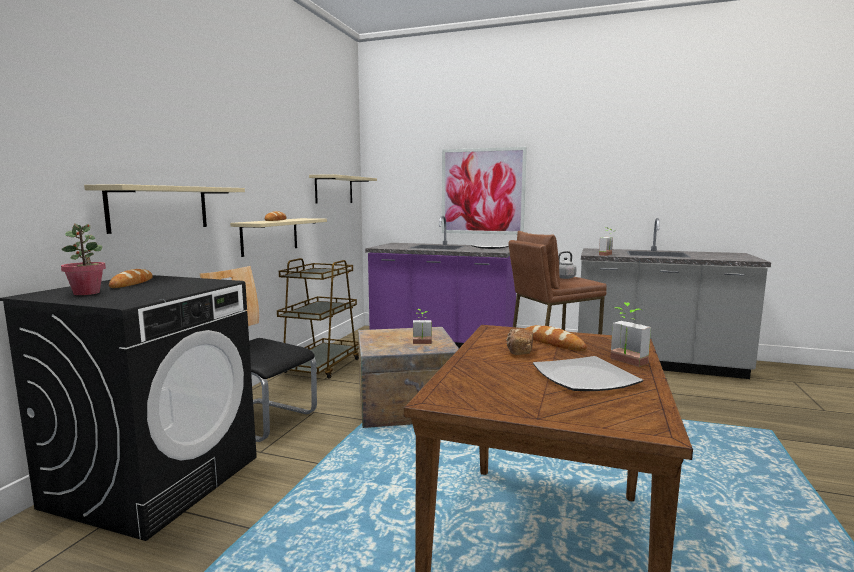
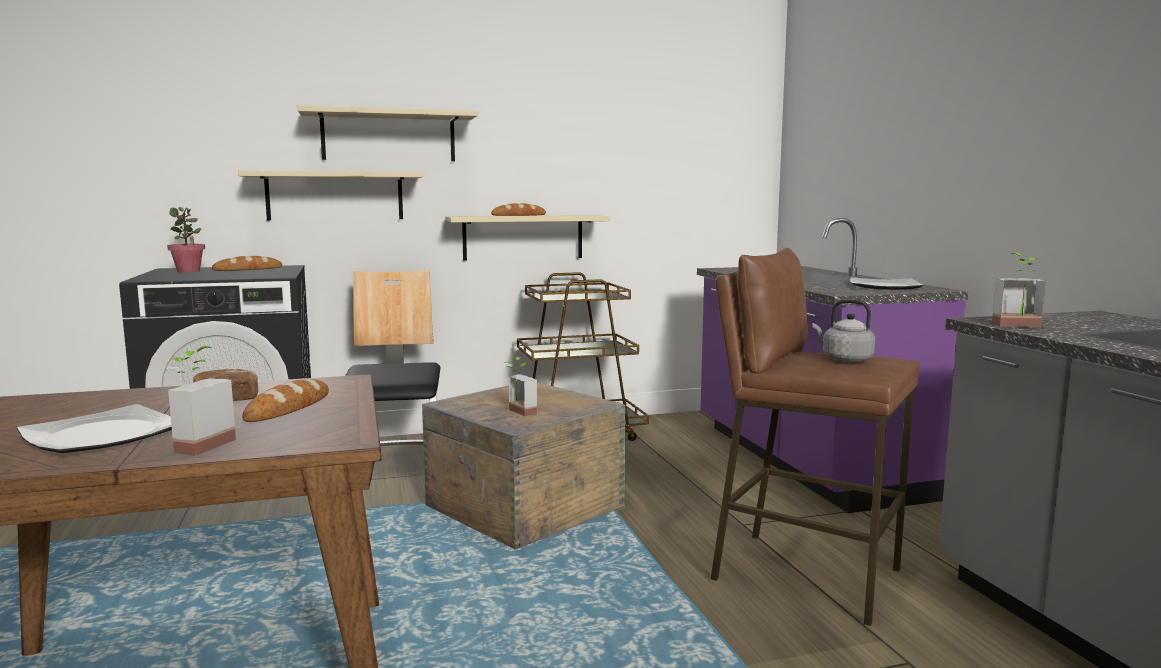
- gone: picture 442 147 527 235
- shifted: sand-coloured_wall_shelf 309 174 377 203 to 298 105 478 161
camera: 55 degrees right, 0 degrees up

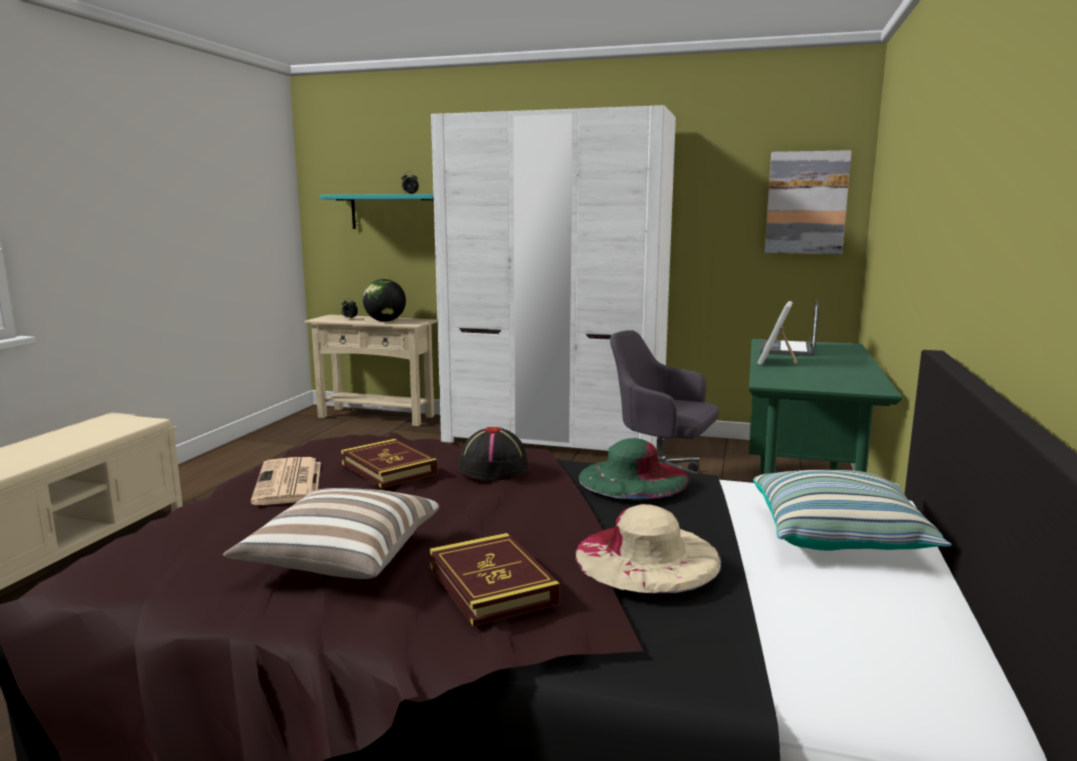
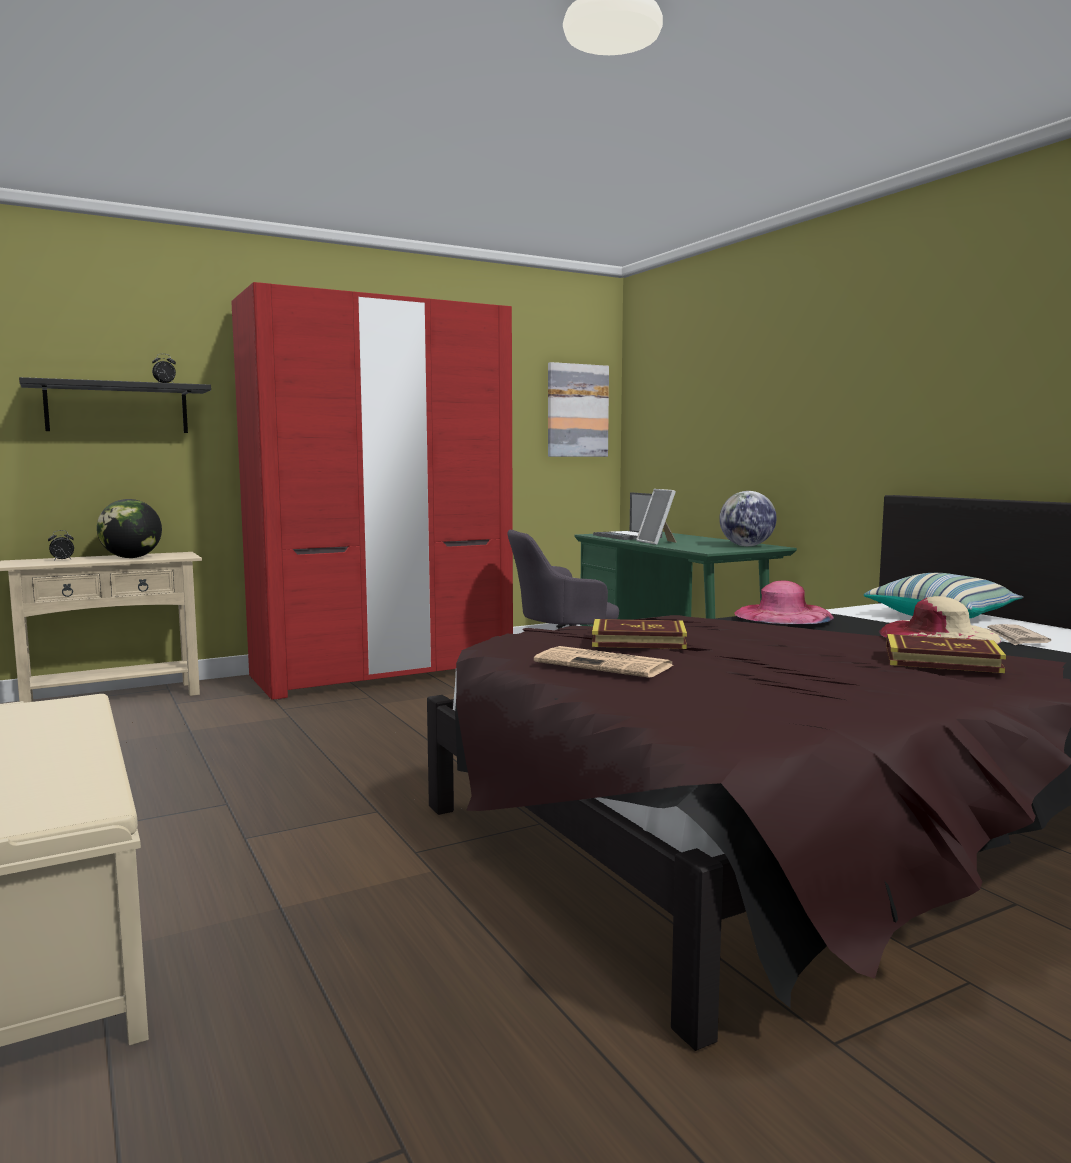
- repainted: white_armoire 431 105 676 451 to red-coloured_armoire 231 282 513 700
- repainted: blue-green_wall_shelf 320 194 435 229 to black-coloured_wall_shelf 19 377 211 433
- gone: black-coloured_hat 458 427 530 481
- repainted: green-coloured_hat 579 438 689 500 to pink_hat 734 581 834 624
- gone: cushion 223 488 439 579
- new: globe 719 491 777 546
- new: newspaper 985 624 1051 646
camera: 45 degrees left, 5 degrees down

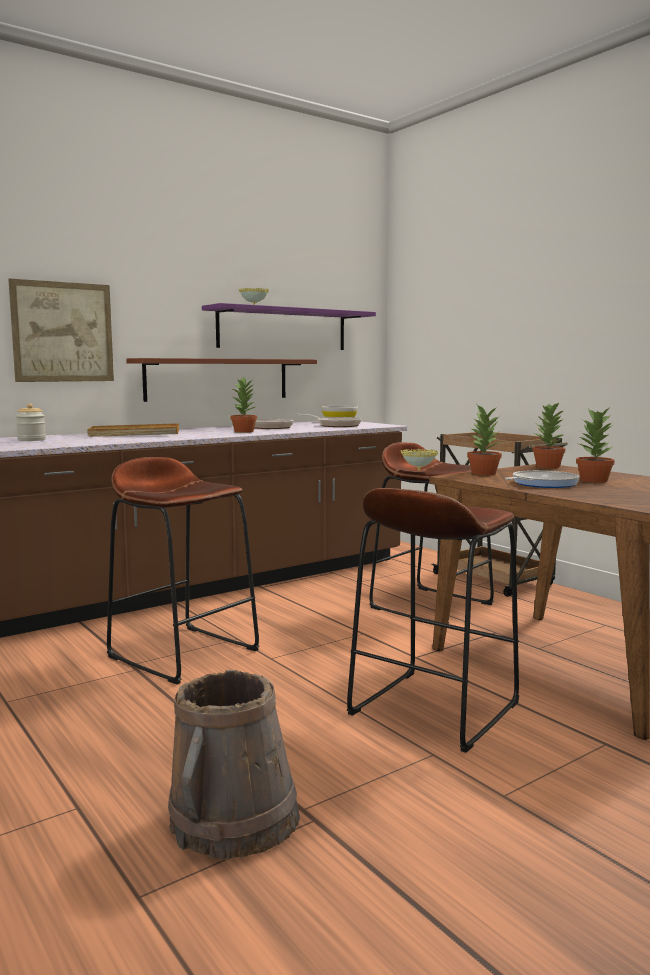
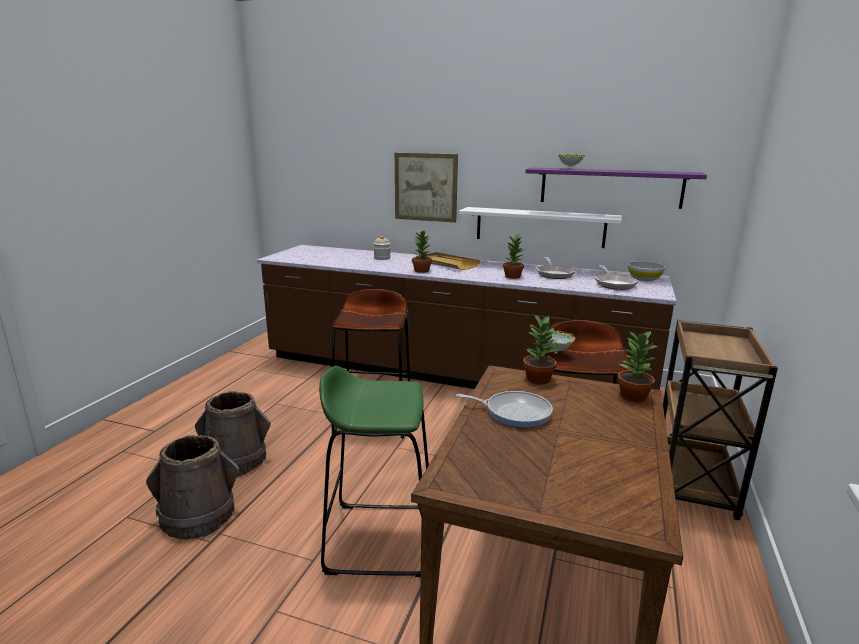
- repainted: brown_wall_shelf 126 358 317 402 to white_wall_shelf 459 207 622 248
- shifted: potted_plant 576 406 615 483 to 411 230 432 273
- repainted: brown_stool_seat 347 488 519 753 to green-coloured_stool_seat 319 366 429 577
- new: brown_water_bucket 195 391 271 477
camera: 55 degrees right, 10 degrees up

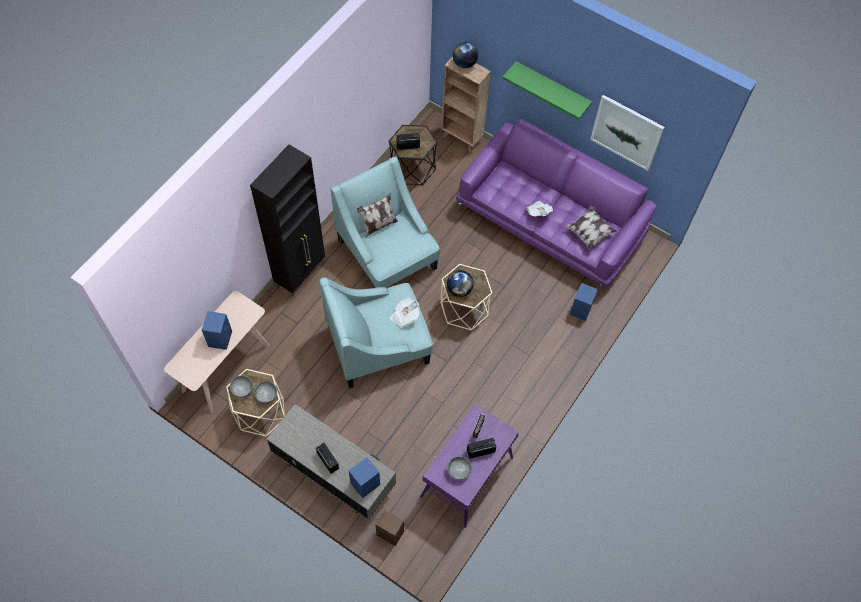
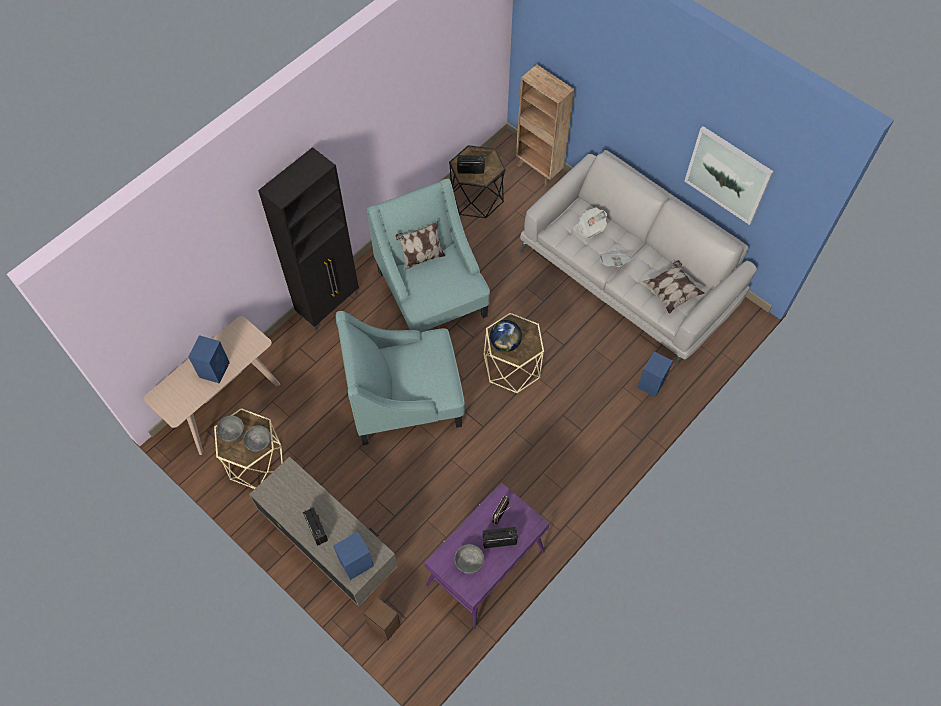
- gone: globe 453 42 478 68
- gone: green-coloured_wall_shelf 503 61 592 120
- repainted: purple_couch 456 119 657 294 to grey_couch 520 150 757 367
- shifted: newspaper 390 298 420 328 to 573 207 607 240
camera: 10 degrees right, 0 degrees up

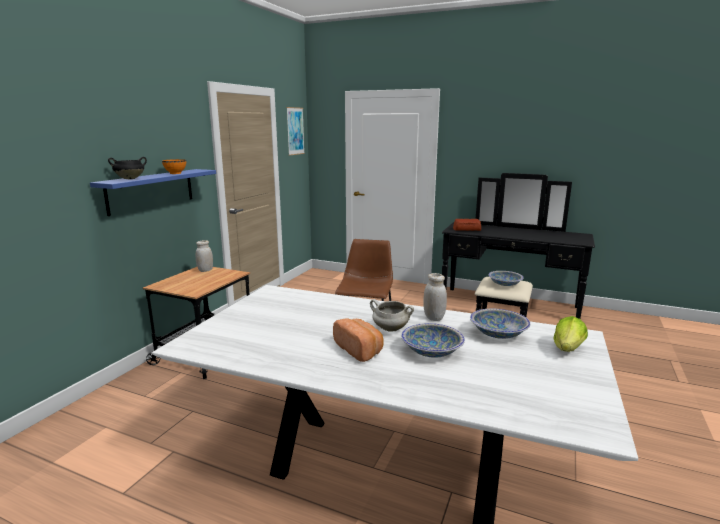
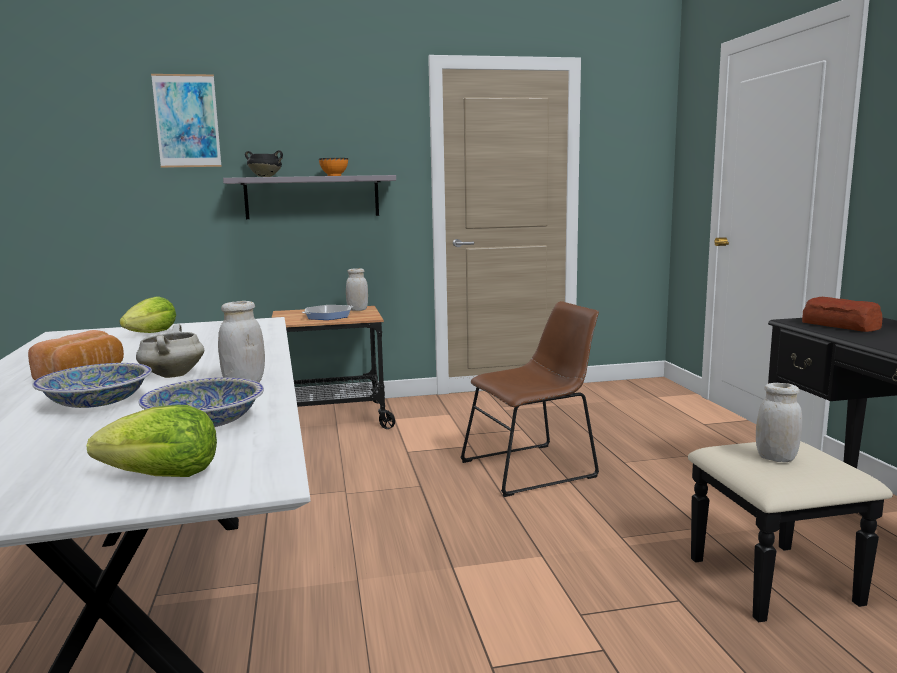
- shifted: picture 286 107 305 156 to 151 74 222 168
- repainted: blue_wall_shelf 90 169 216 216 to grey_wall_shelf 223 175 396 219
- swapped: serving_bowl 488 271 524 286 to white_storage_jar 756 383 802 462
- new: head_of_lettuce 119 296 176 333
- new: pan 302 305 353 320
camera: 55 degrees right, 5 degrees down

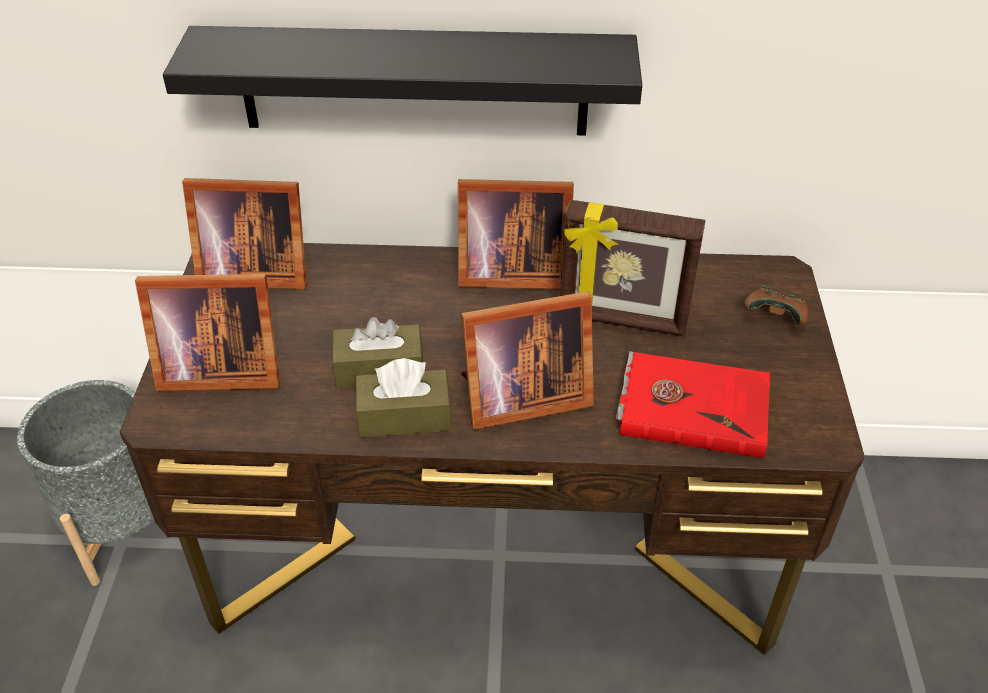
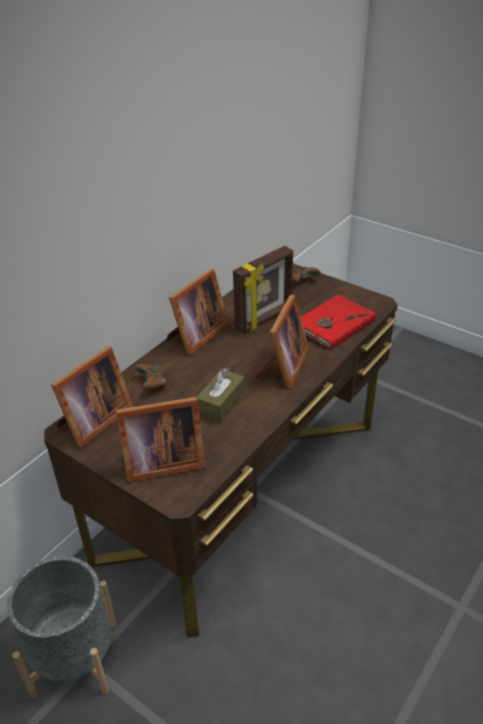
- gone: black-coloured_wall_shelf 163 26 642 136
- rotated: standing_frame 135 274 280 391 = 116 397 205 482 45 degrees clockwise
- gone: brown_tissue_holder 356 358 451 437
- new: brown_joypad 134 364 167 390
camera: 55 degrees left, 5 degrees down

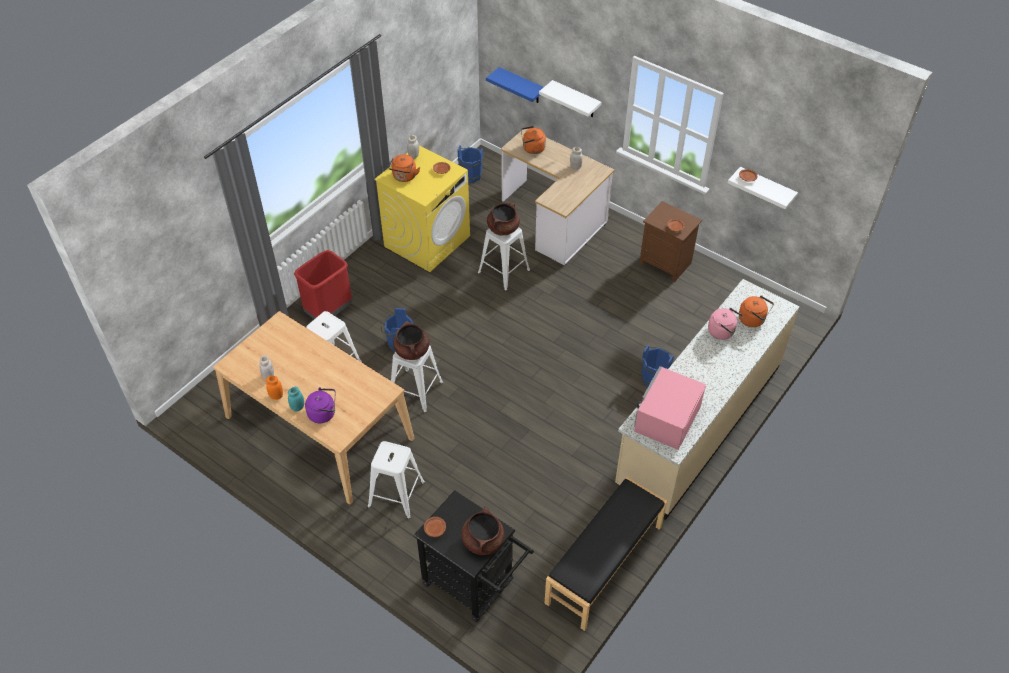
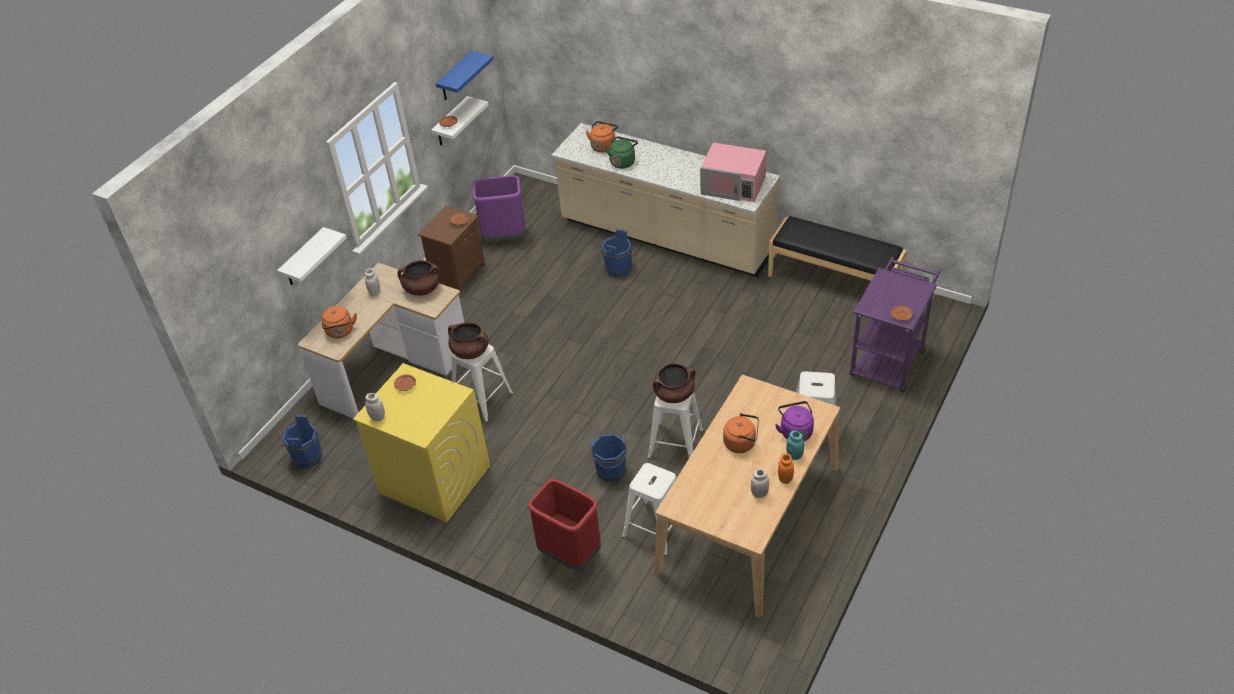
- shifted: blue_wall_shelf 486 67 544 103 to 436 51 494 100
- shifted: orangey_water_kettle 388 154 420 182 to 723 413 759 453
- repainted: pink_water_kettle 708 308 743 340 to green-coloured_water_kettle 605 136 638 169
- repainted: black-coloured_trolley 413 490 534 622 to purple_trolley 849 257 940 393
- shifted: brown_cooking_pot 462 506 505 555 to 398 260 440 296
- new: purple_trash_can 472 175 526 241
camera: 95 degrees left, 5 degrees down

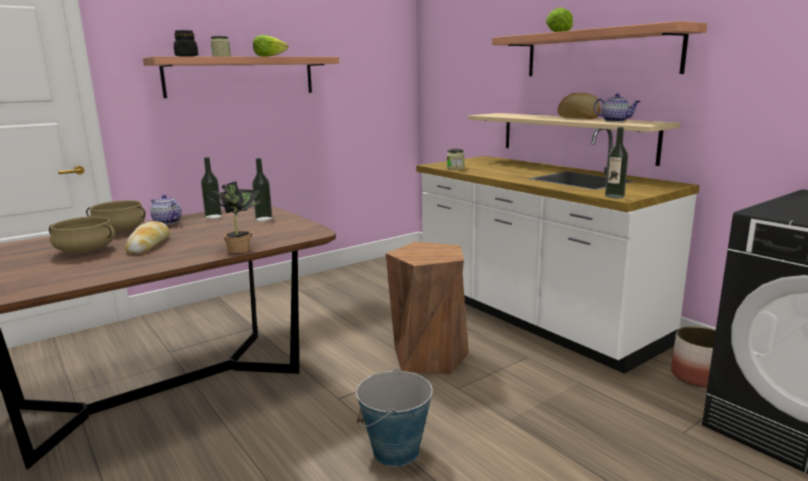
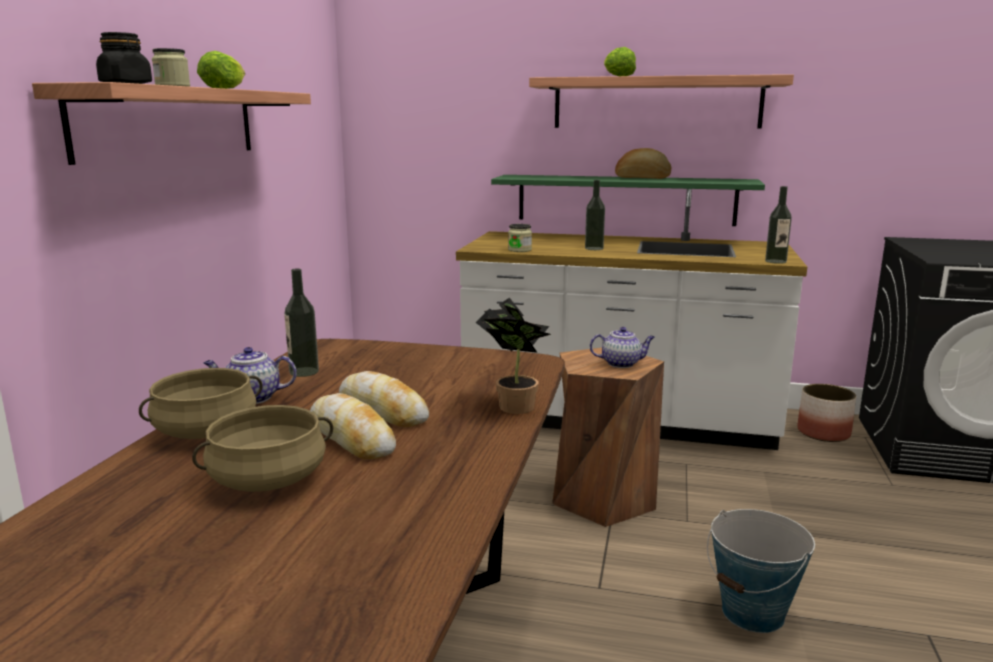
- shifted: pot_for_tea 594 93 641 122 to 590 327 655 368
- repainted: sand-coloured_wall_shelf 468 113 680 166 to green-coloured_wall_shelf 491 175 765 226
- shifted: drink_bottle 252 158 272 221 to 585 180 605 250
- new: baked_bread 339 371 429 427
camera: 40 degrees left, 0 degrees up

